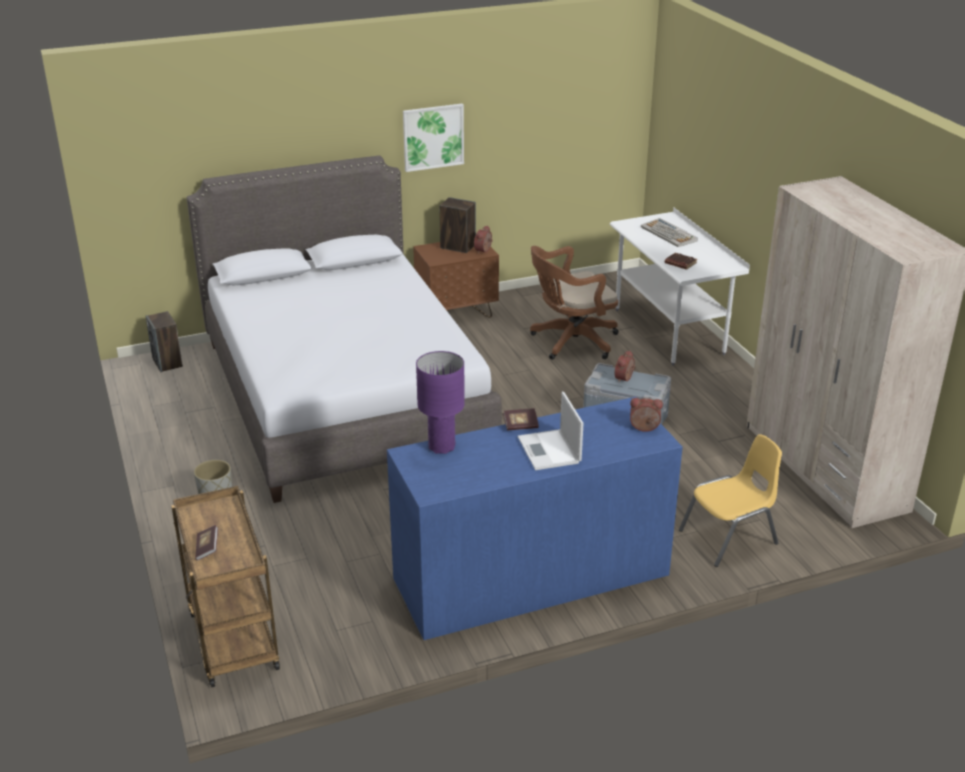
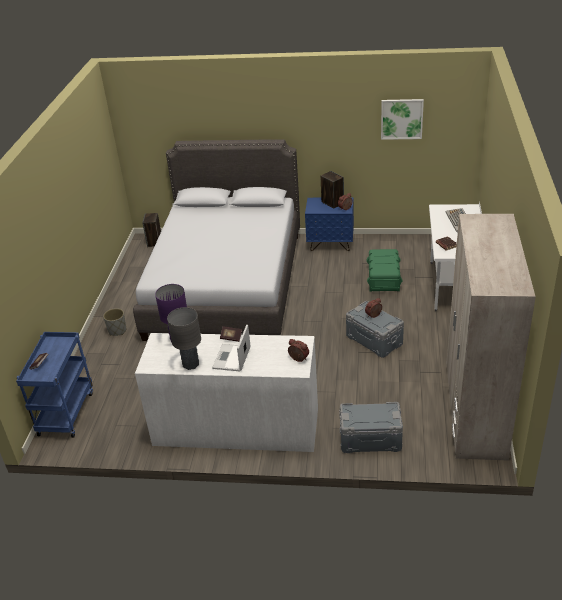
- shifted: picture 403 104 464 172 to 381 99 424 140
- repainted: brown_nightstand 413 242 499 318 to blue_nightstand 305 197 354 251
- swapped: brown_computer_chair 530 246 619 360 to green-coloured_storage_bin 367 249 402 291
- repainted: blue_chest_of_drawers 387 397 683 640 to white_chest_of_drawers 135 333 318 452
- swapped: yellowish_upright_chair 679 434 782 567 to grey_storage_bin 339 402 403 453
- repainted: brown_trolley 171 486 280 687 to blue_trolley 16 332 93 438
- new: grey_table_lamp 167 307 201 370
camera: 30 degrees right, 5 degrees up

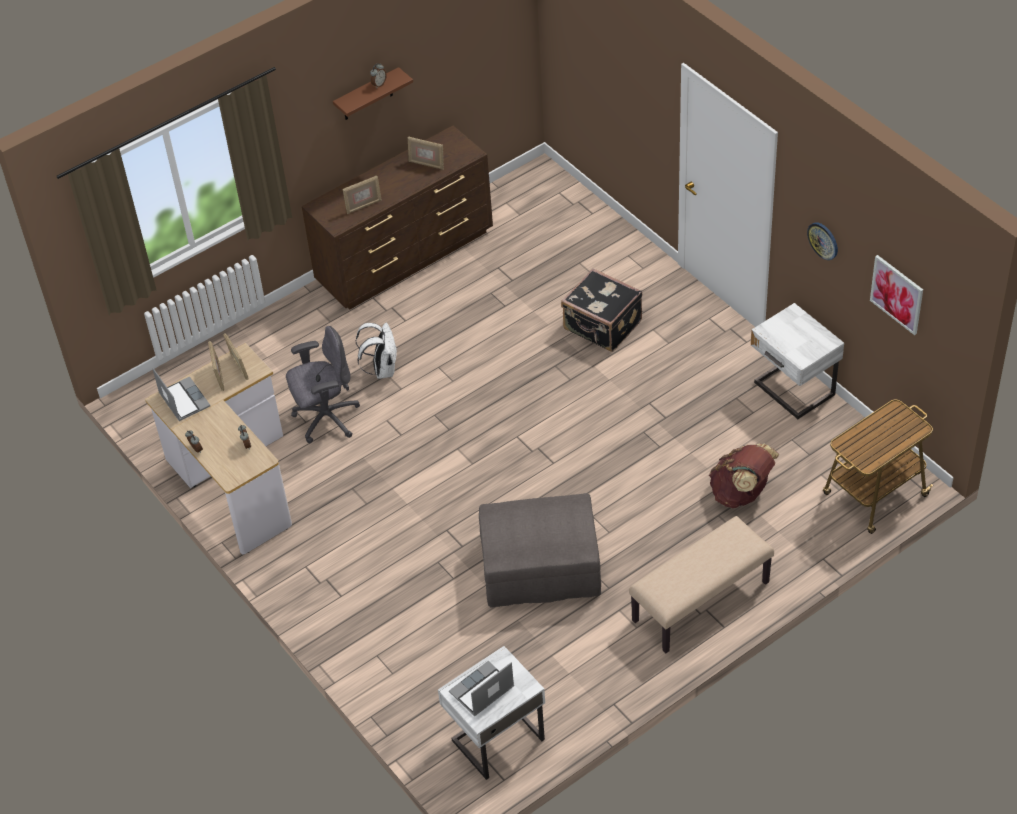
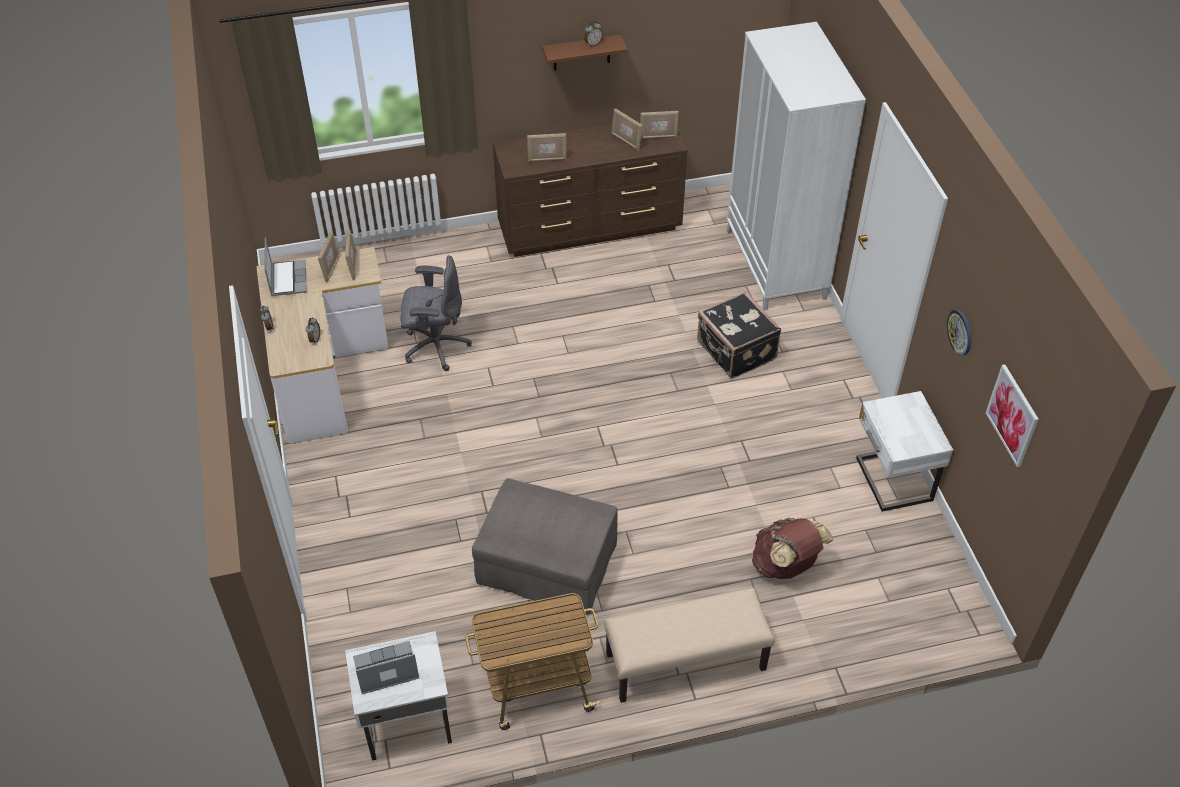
- gone: white_knapsack 355 323 397 379
- shifted: trolley 823 399 933 534 to 465 593 600 730
- new: white_armoire 726 22 866 311
- new: standing_frame 640 111 679 140
camera: 20 degrees right, 0 degrees up

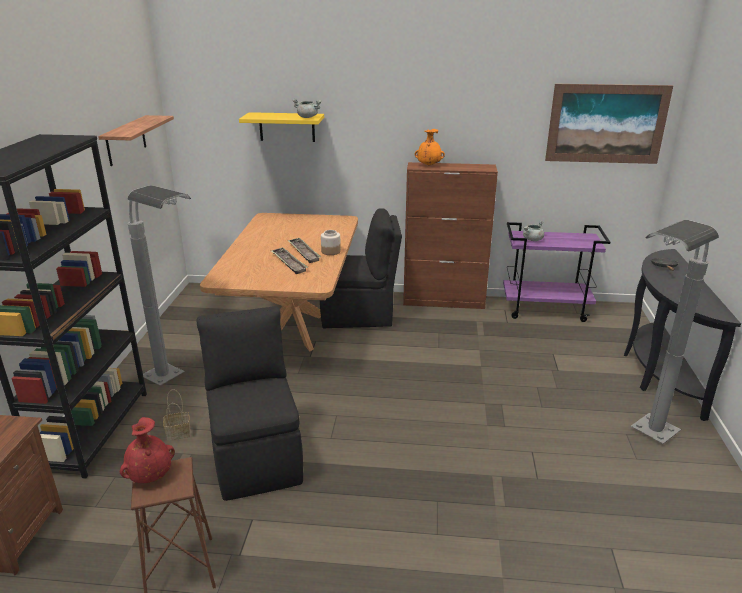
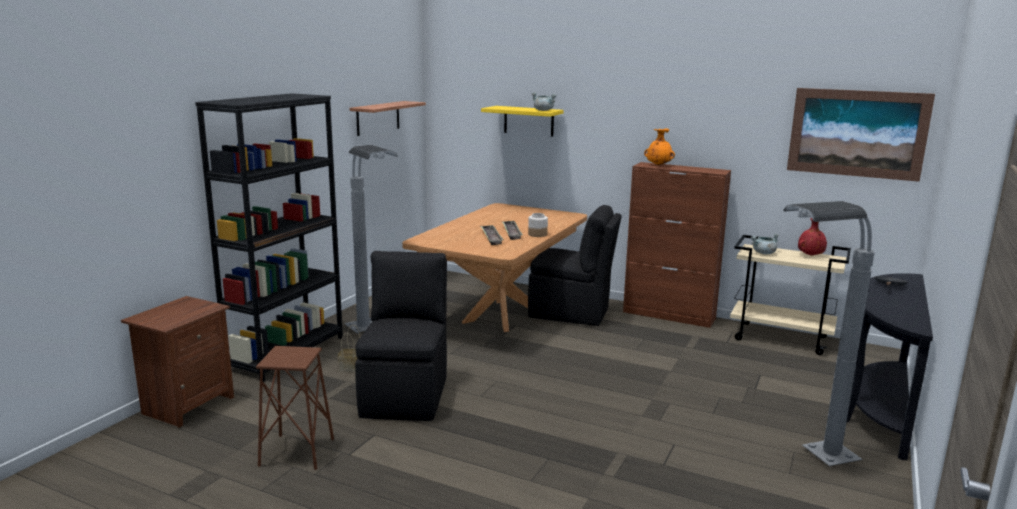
- repainted: purple_trolley 503 222 610 322 to sand-coloured_trolley 730 235 851 355
- shifted: red-coloured_flower_vase 120 417 175 483 to 798 218 827 256
camera: 20 degrees right, 10 degrees down

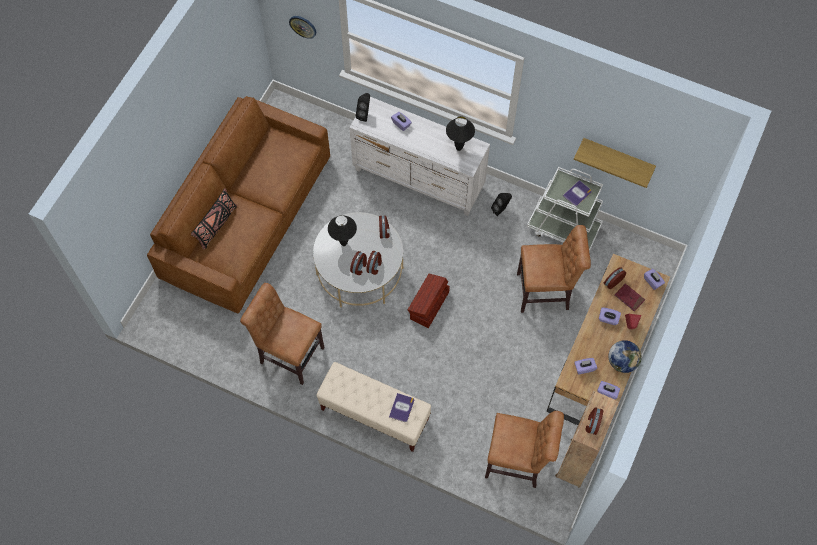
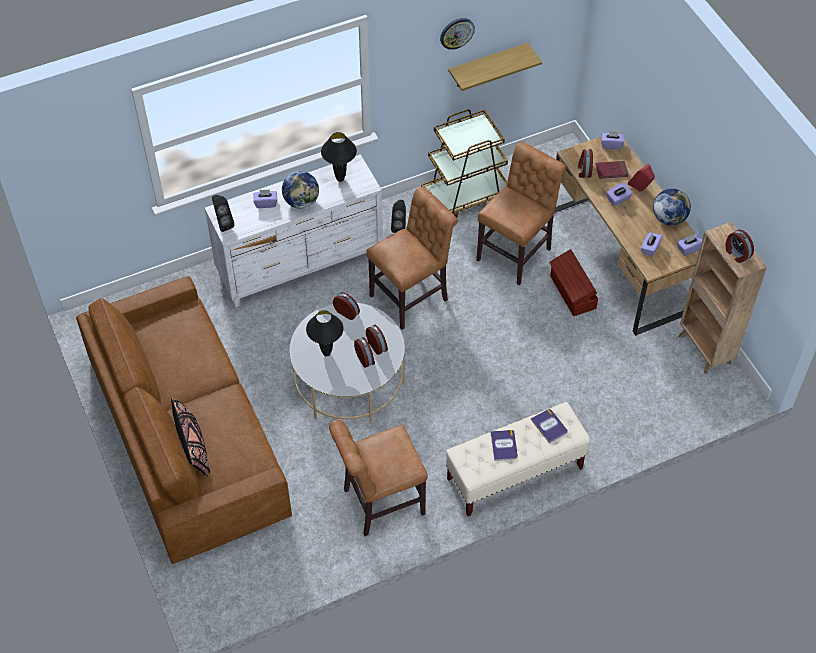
- shifted: wall_clock 289 16 316 39 to 440 18 475 50
- repainted: white_trolley 527 167 603 252 to brown_trolley 421 109 508 218
- shifted: bound_book 563 180 592 206 to 490 430 518 461
- shifted: brown_storage_bin 408 274 450 328 to 549 249 598 316
- shifted: brown_upright_chair 485 411 564 488 to 367 186 458 330
- new: globe 282 171 319 209
camera: 50 degrees left, 10 degrees down

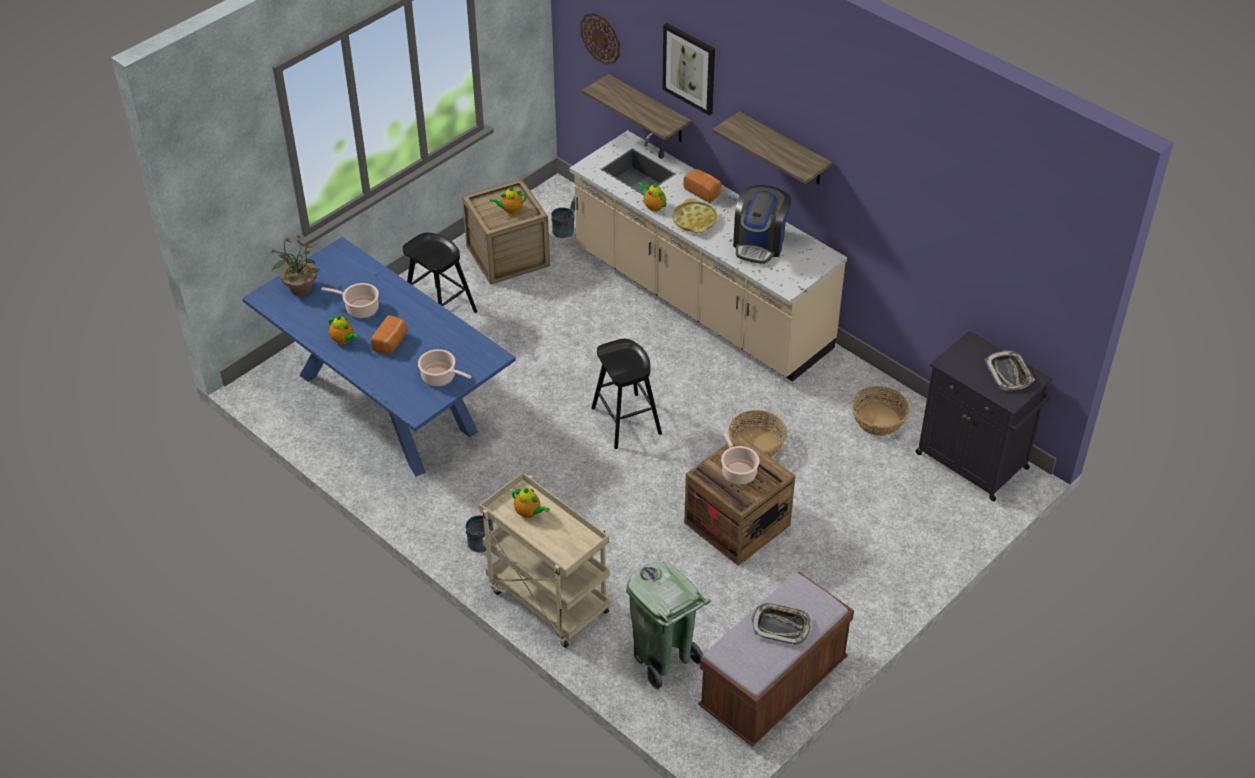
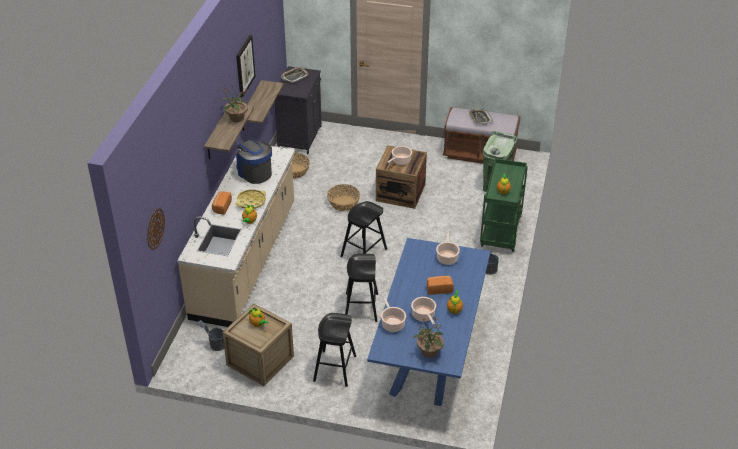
- shifted: picture 662 23 715 116 to 236 35 255 97
- shifted: wall_shelf 582 74 691 142 to 243 80 284 131
- rotated: coffee_maker 733 185 791 264 = 236 140 272 184 120 degrees counterclockwise
- repainted: sand-coloured_trolley 479 472 610 648 to green-coloured_trolley 480 158 528 252
- new: potted_plant 223 84 248 122
- new: black-coloured_stool_seat 345 254 378 322
- new: cooking_pot 381 296 406 332
camera: 120 degrees left, 5 degrees down

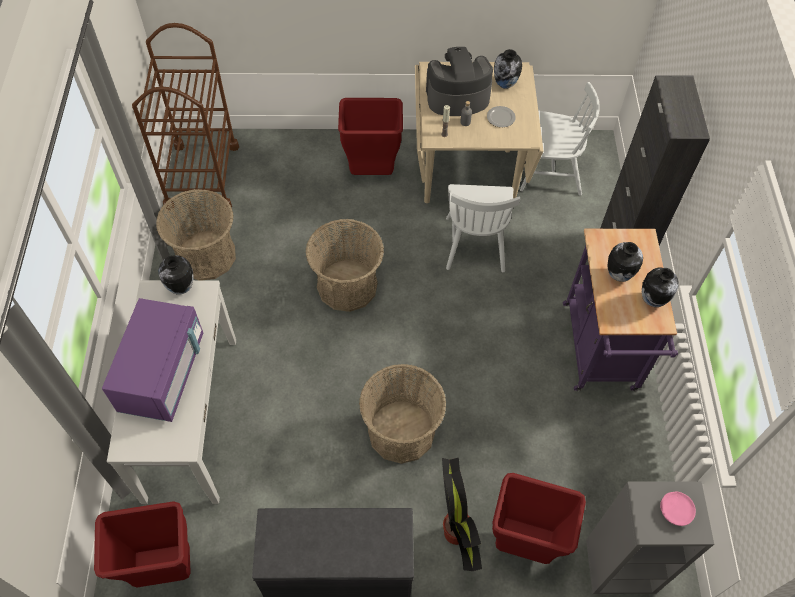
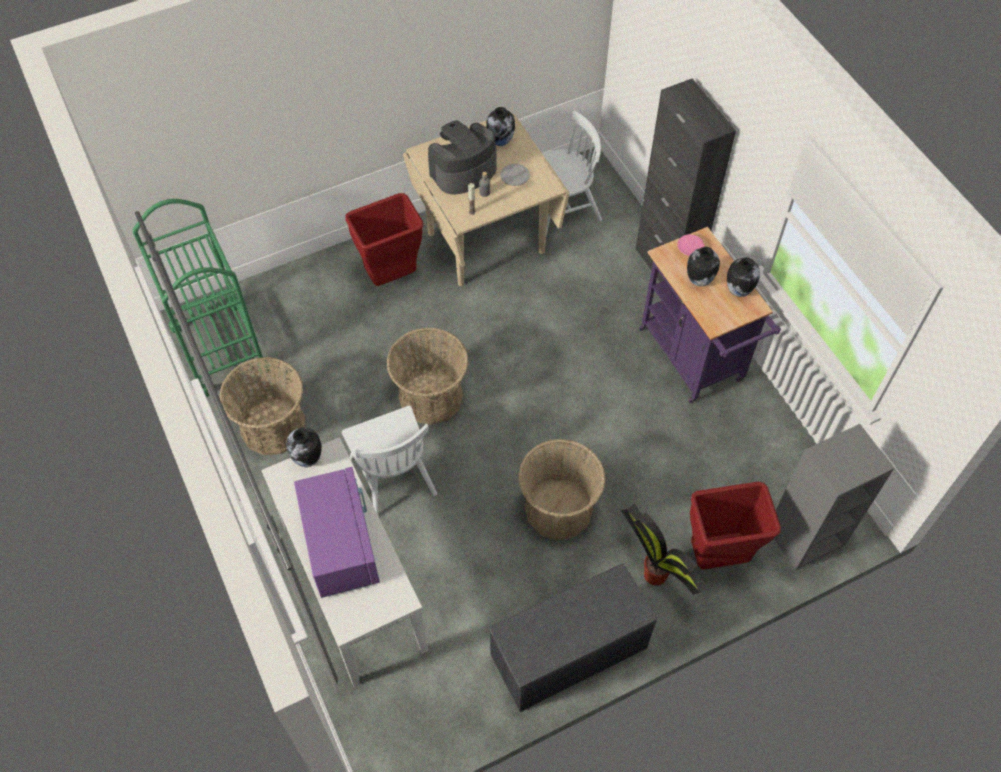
- repainted: brown_trolley 132 23 239 211 to green-coloured_trolley 133 199 270 397
- shifted: white_upright_chair 446 184 520 272 to 342 406 437 517
- shifted: pink_plate 660 492 696 526 to 677 234 704 256
- gone: red-coloured_trash_can 94 501 191 587
camera: 25 degrees left, 0 degrees up

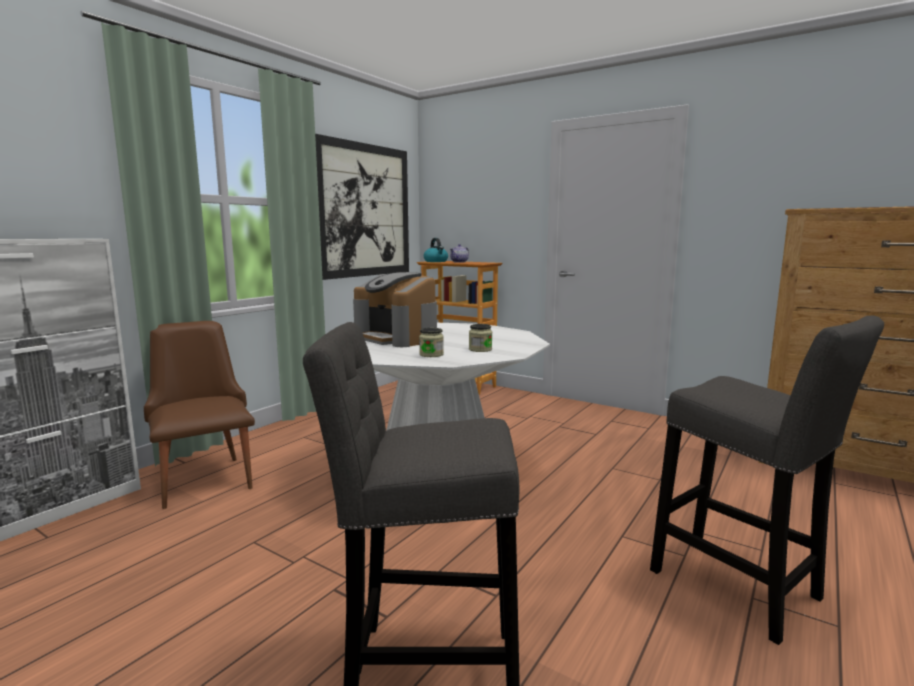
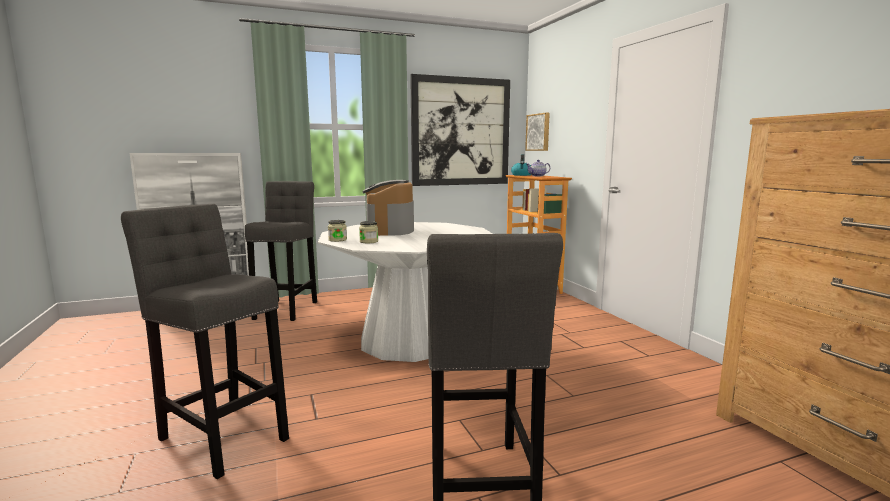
- swapped: brown_upright_chair 144 321 255 509 to grey_stool_seat 245 181 317 321
- shifted: storage_jar 469 324 492 352 to 328 220 347 242
- new: picture 525 113 550 151
camera: 35 degrees right, 0 degrees up

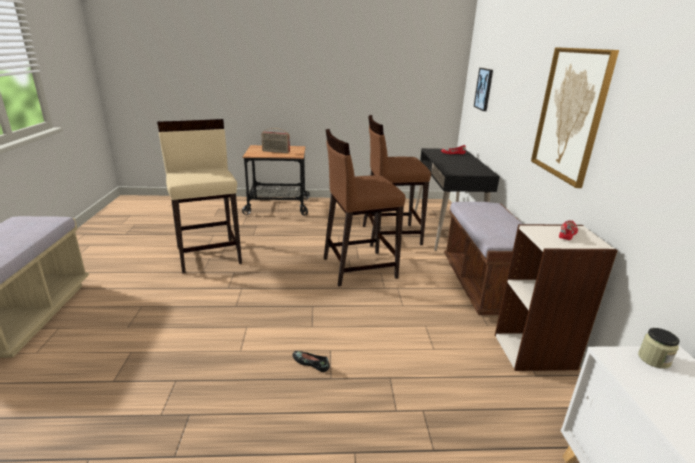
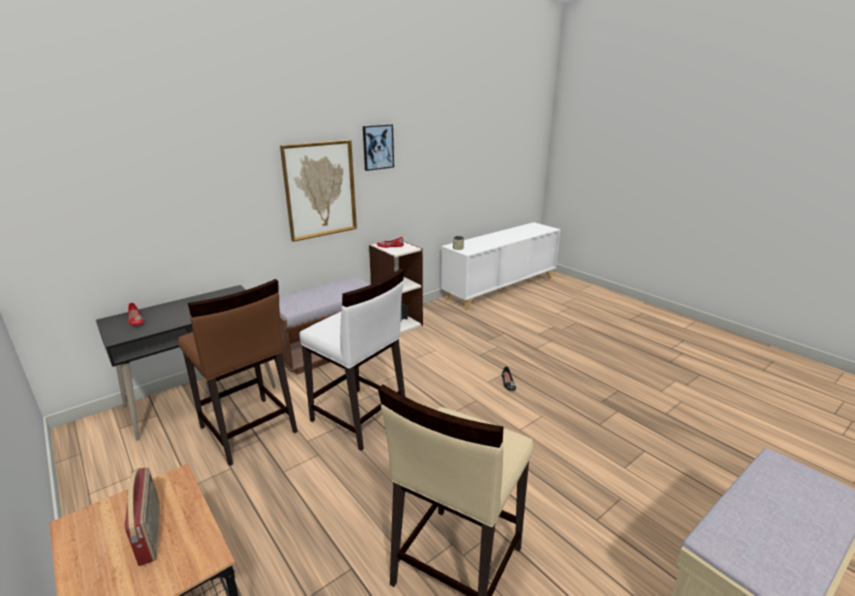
- shifted: picture 474 68 493 111 to 363 124 394 171
- repainted: brown_stool_seat 324 129 405 286 to white_stool_seat 299 268 405 451
camera: 125 degrees left, 0 degrees up

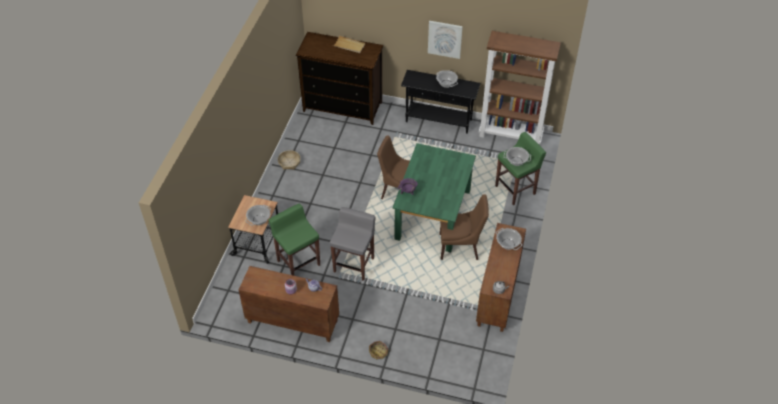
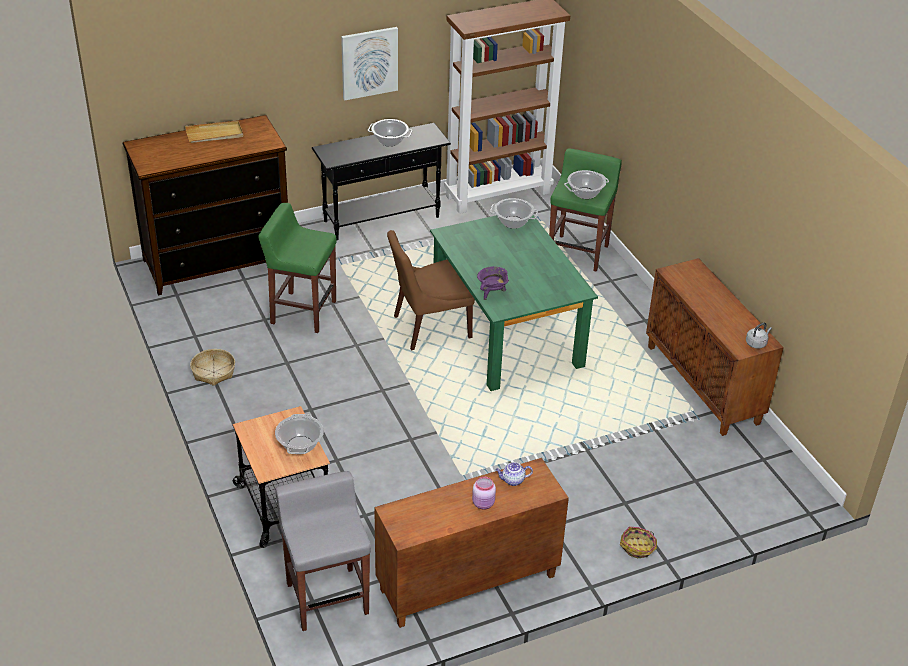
- gone: brown_upright_chair 440 194 489 260
- shifted: green-coloured_stool_seat 269 204 320 276 to 258 203 337 333
- shifted: grey_stool_seat 330 207 376 281 to 275 471 371 631
- shifted: cooking_pot 496 228 522 250 to 490 198 538 229
camera: 40 degrees left, 10 degrees down

